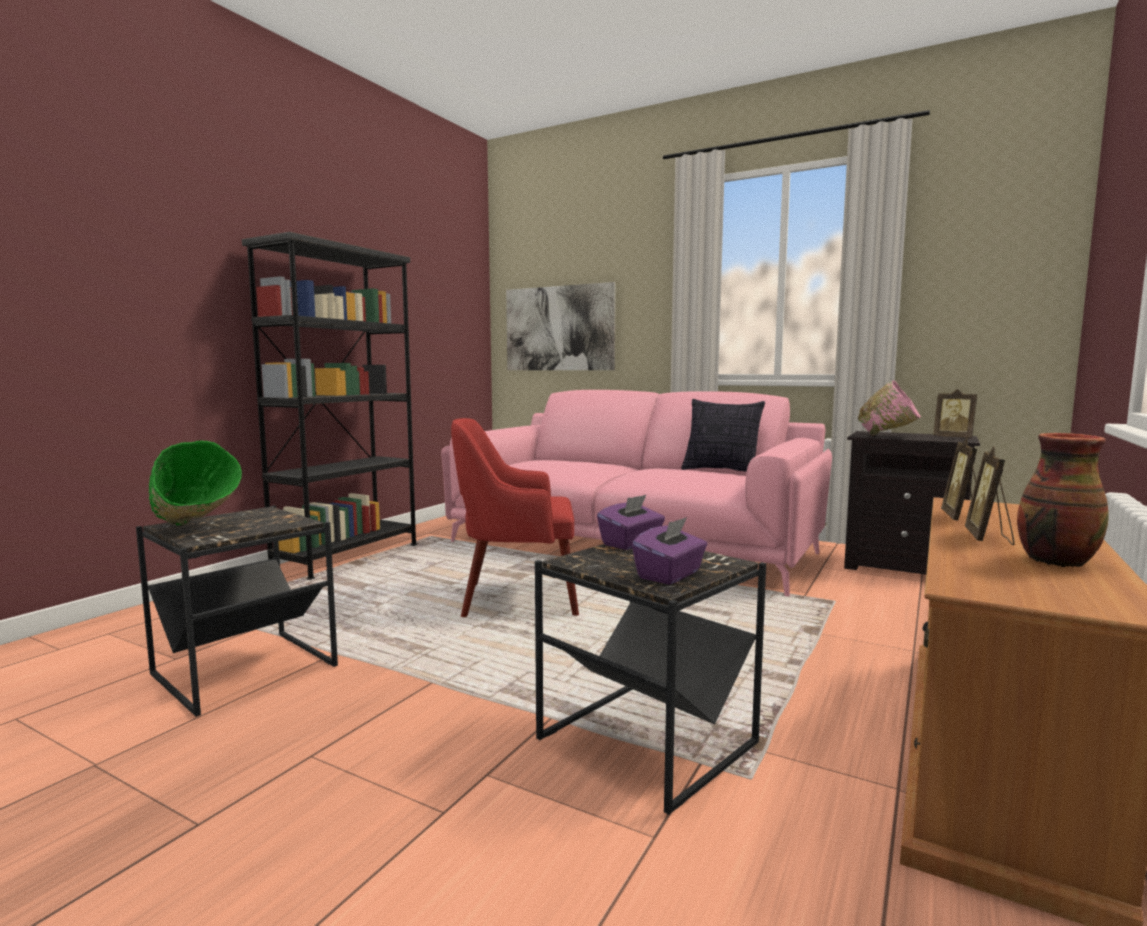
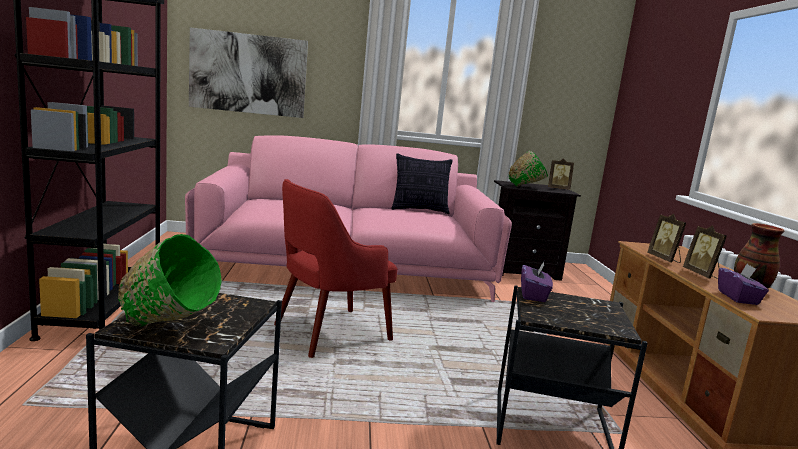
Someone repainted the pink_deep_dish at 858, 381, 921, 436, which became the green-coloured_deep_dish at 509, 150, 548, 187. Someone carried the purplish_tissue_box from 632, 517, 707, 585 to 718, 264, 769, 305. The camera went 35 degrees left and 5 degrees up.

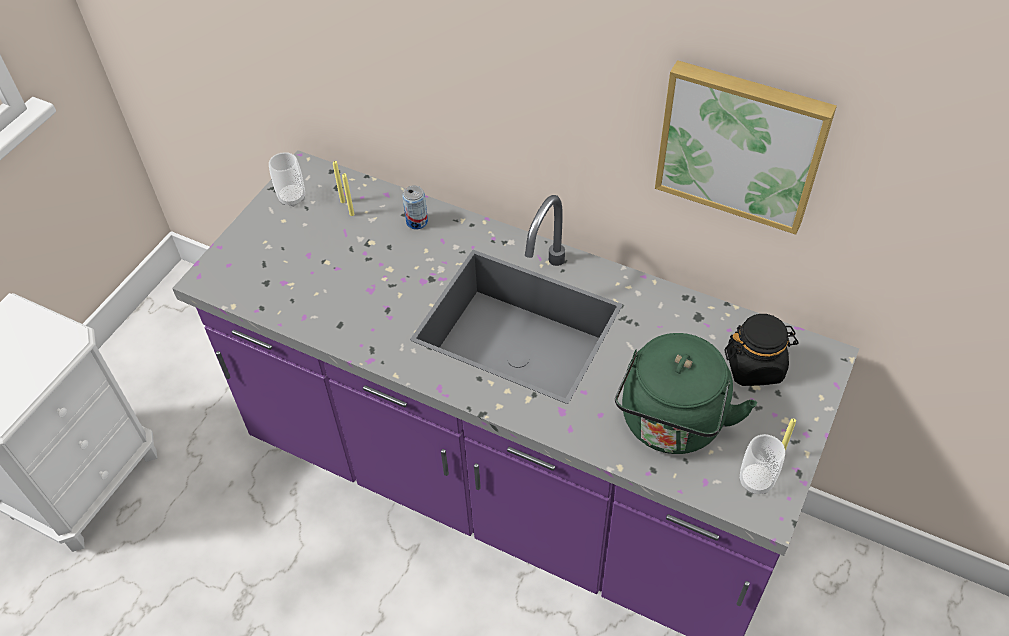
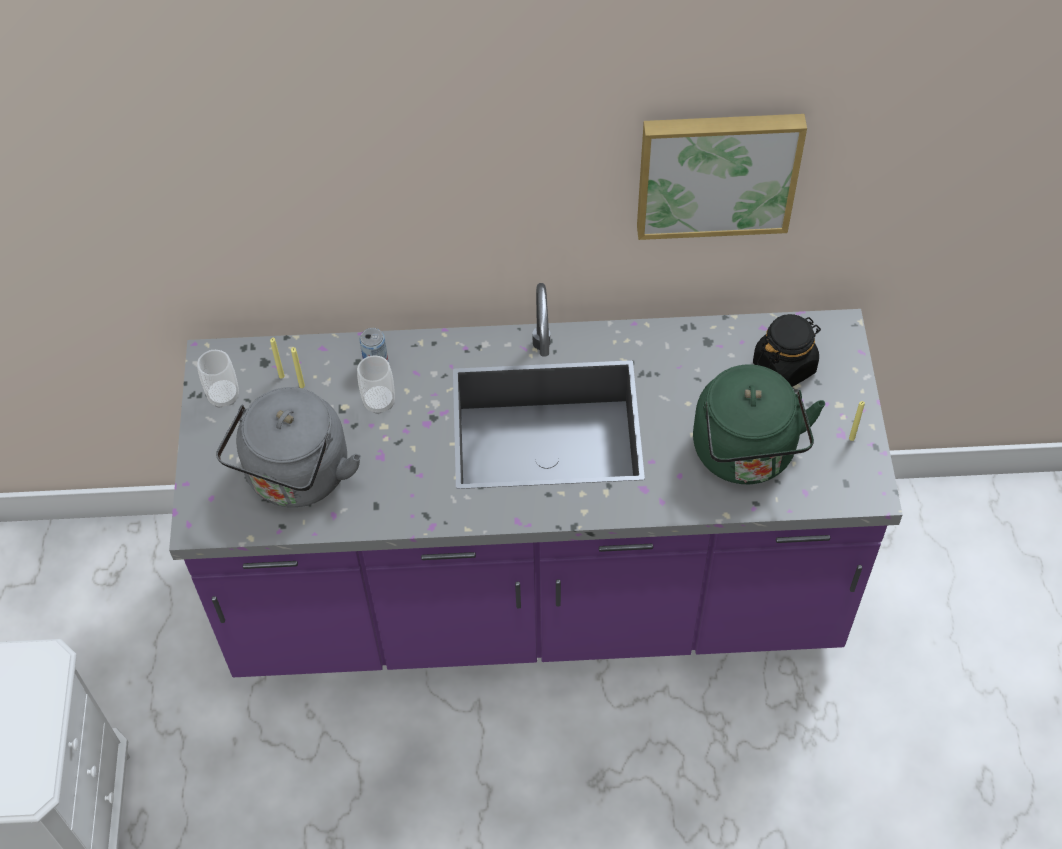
Someone put down the gray_kettle at 216, 387, 361, 507. Someone carried the small_cup from 740, 434, 785, 494 to 357, 355, 395, 414. The camera went 30 degrees left and 5 degrees up.

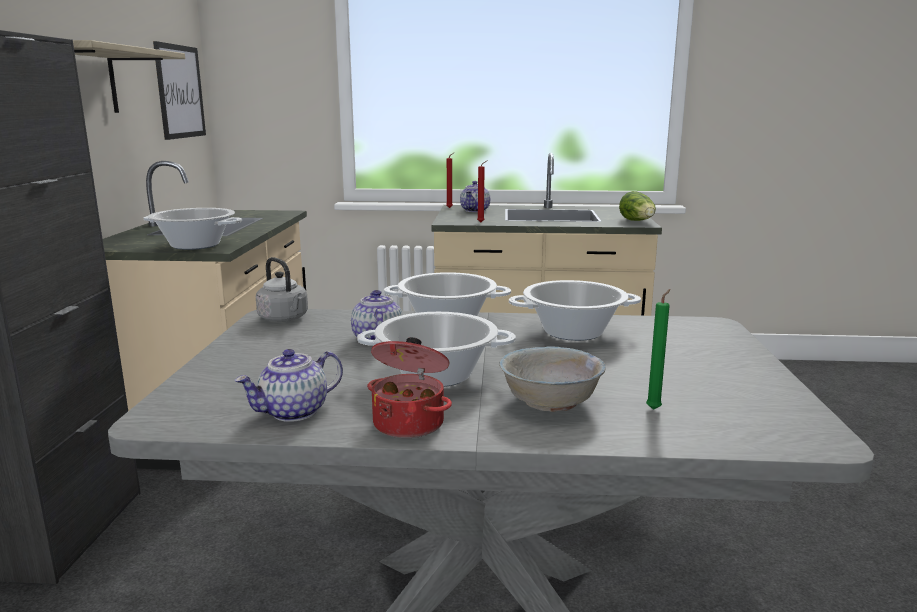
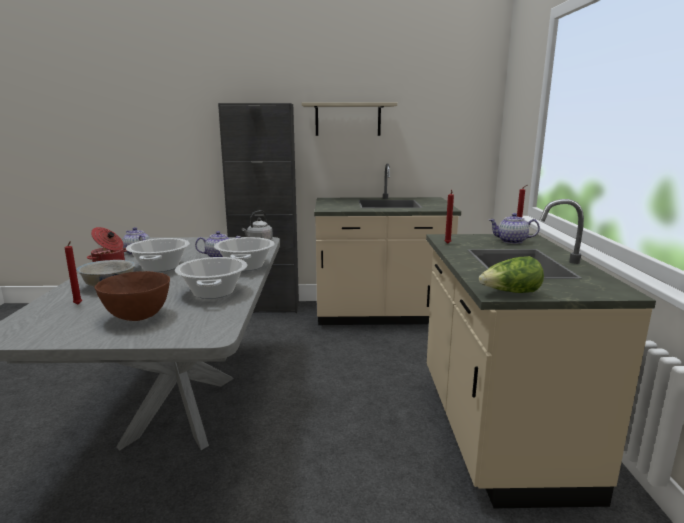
Someone repainted the green-coloured_wax_candle at 646, 289, 671, 410, which became the red-coloured_wax_candle at 64, 241, 82, 304. Someone put down the brownish_deep_dish at 95, 271, 170, 321. Someone took away the stockpot at 144, 208, 242, 250. Someone took away the wall_picture at 153, 41, 206, 140. The camera went 85 degrees right and 0 degrees up.

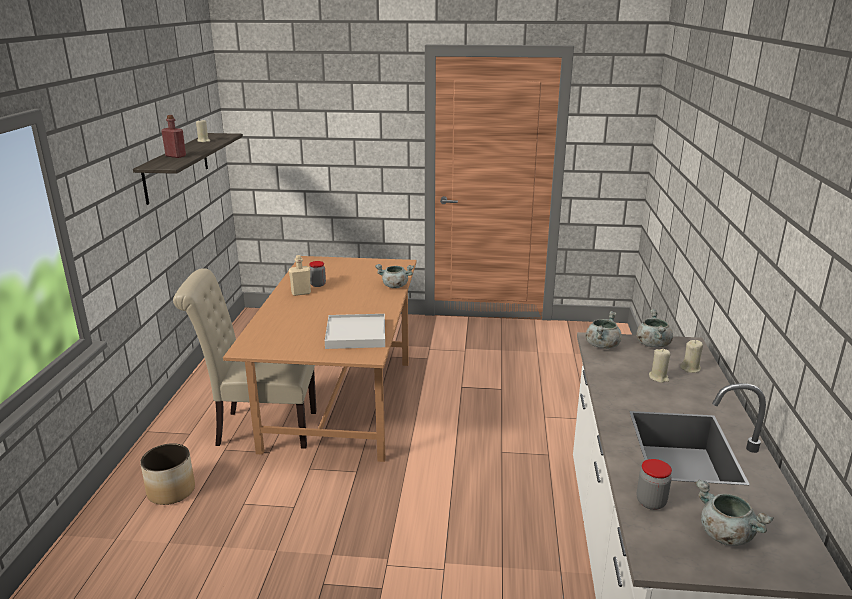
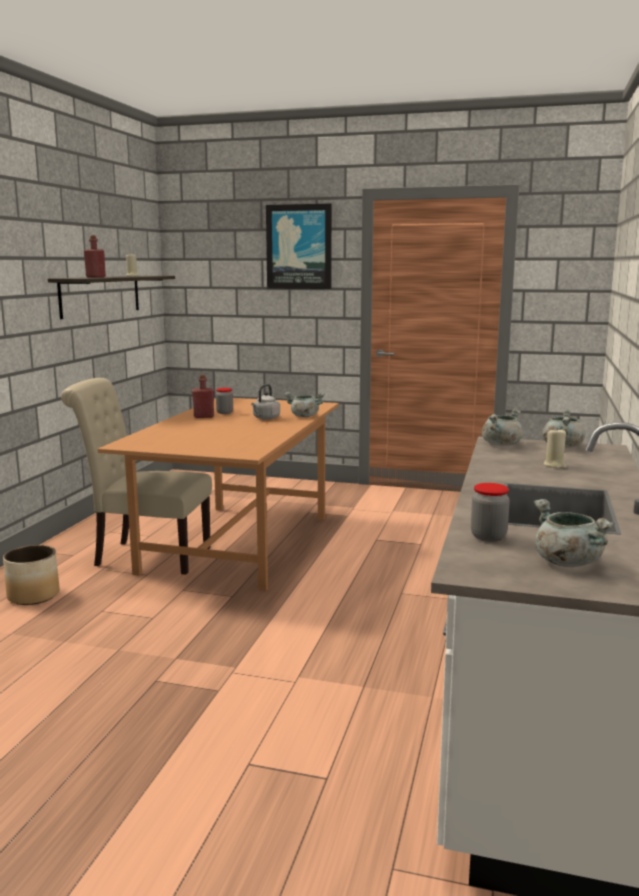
Someone repainted the beige_drink_bottle at 288, 255, 311, 296, which became the red-coloured_drink_bottle at 192, 375, 214, 418. Someone put down the gray_kettle at 251, 384, 280, 420. Someone put up the wall_picture at 266, 204, 332, 289. Someone took away the white-coloured_tray at 325, 314, 385, 349. Someone took away the beige_wax_candle at 680, 340, 703, 373. The camera went 10 degrees right and 10 degrees down.

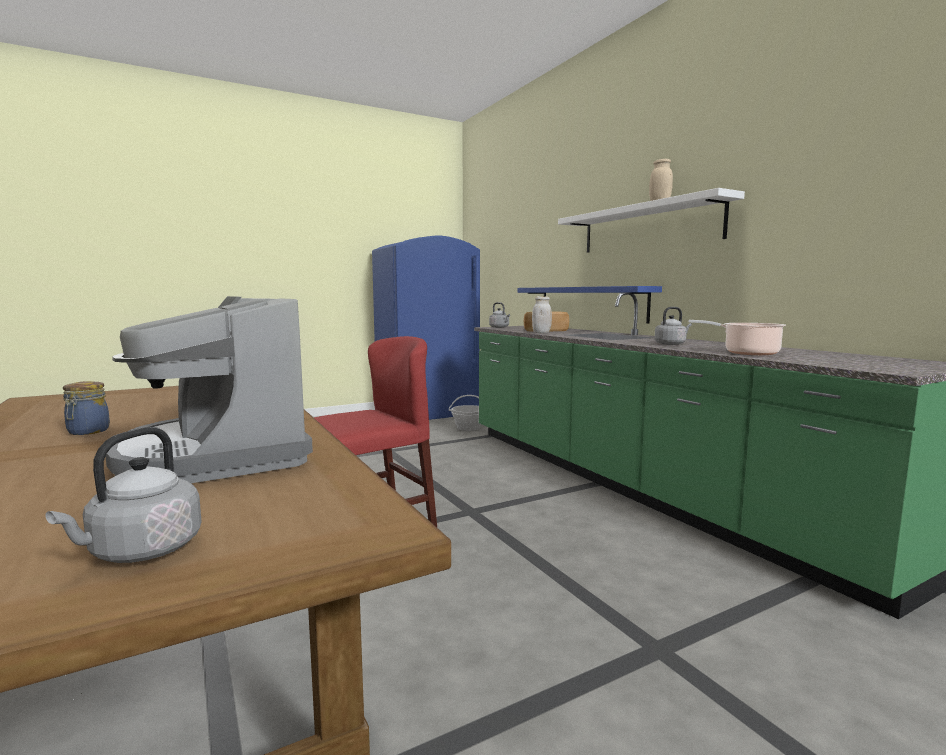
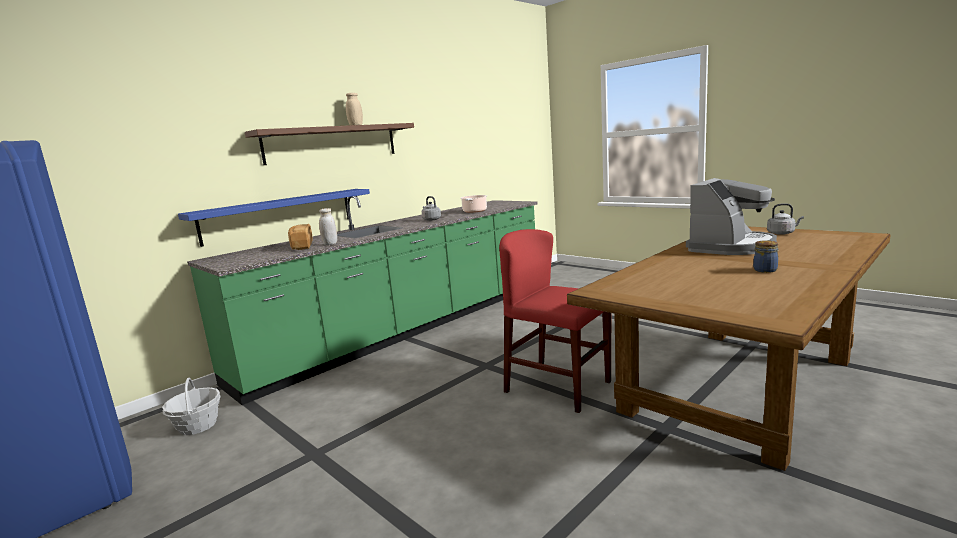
Someone repainted the white-coloured_shelf at 558, 188, 745, 253, which became the brownish_shelf at 245, 123, 414, 165. Someone took away the gray_kettle at 489, 302, 510, 328. The camera went 105 degrees left and 5 degrees up.

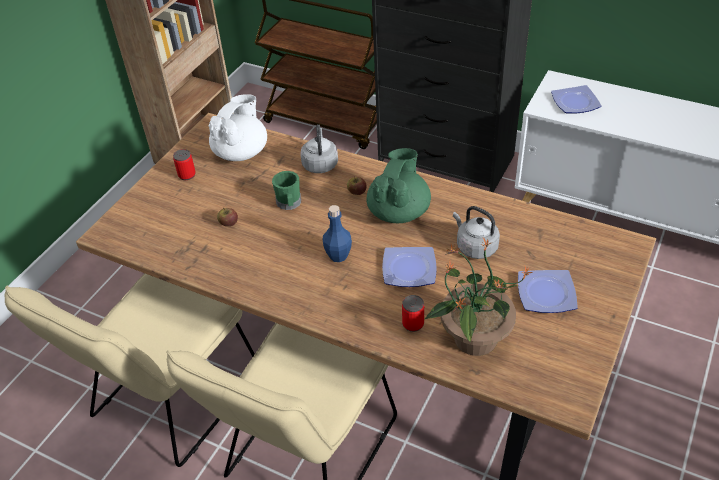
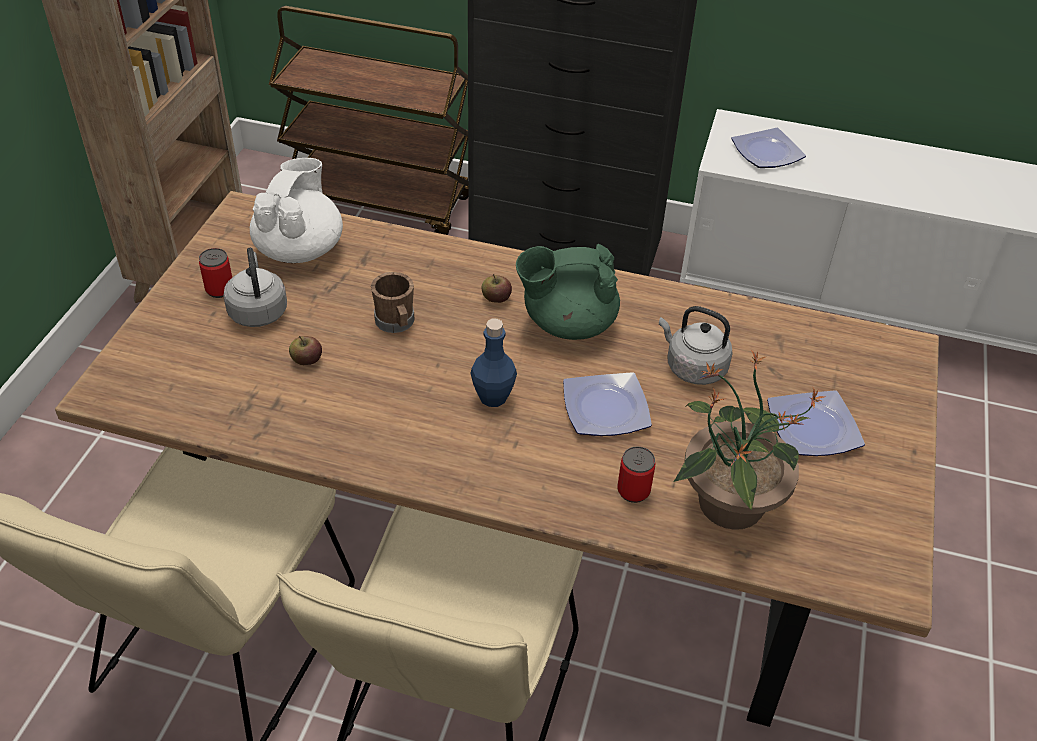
Someone carried the gray_kettle from 300, 124, 338, 173 to 223, 248, 287, 327. Someone repainted the green-coloured_mug at 272, 171, 301, 210, which became the brownish_mug at 371, 272, 415, 333. Someone rotated the green-coloured_tea_pot at 367, 148, 431, 223 by 105 degrees counterclockwise. The camera went 15 degrees left and 0 degrees up.

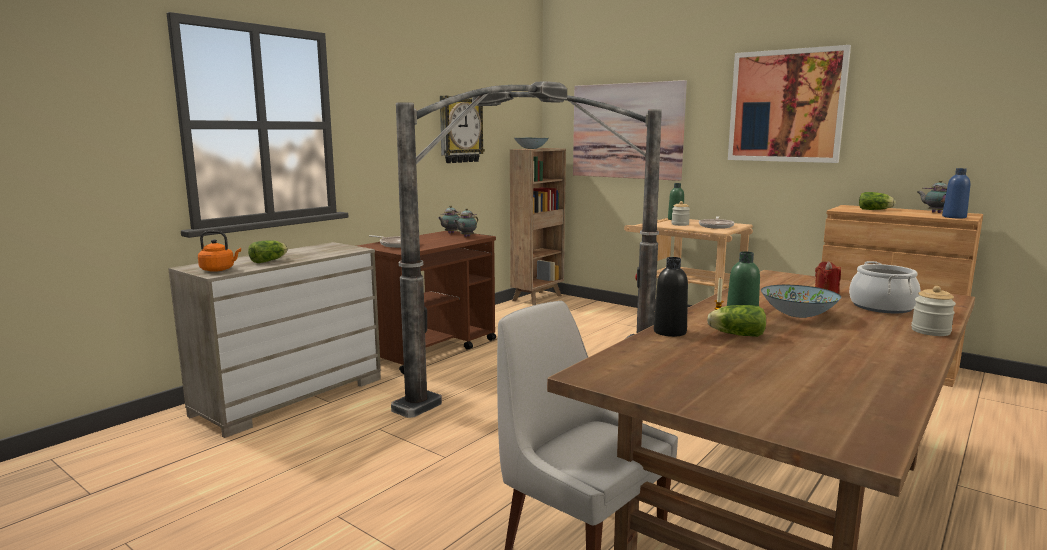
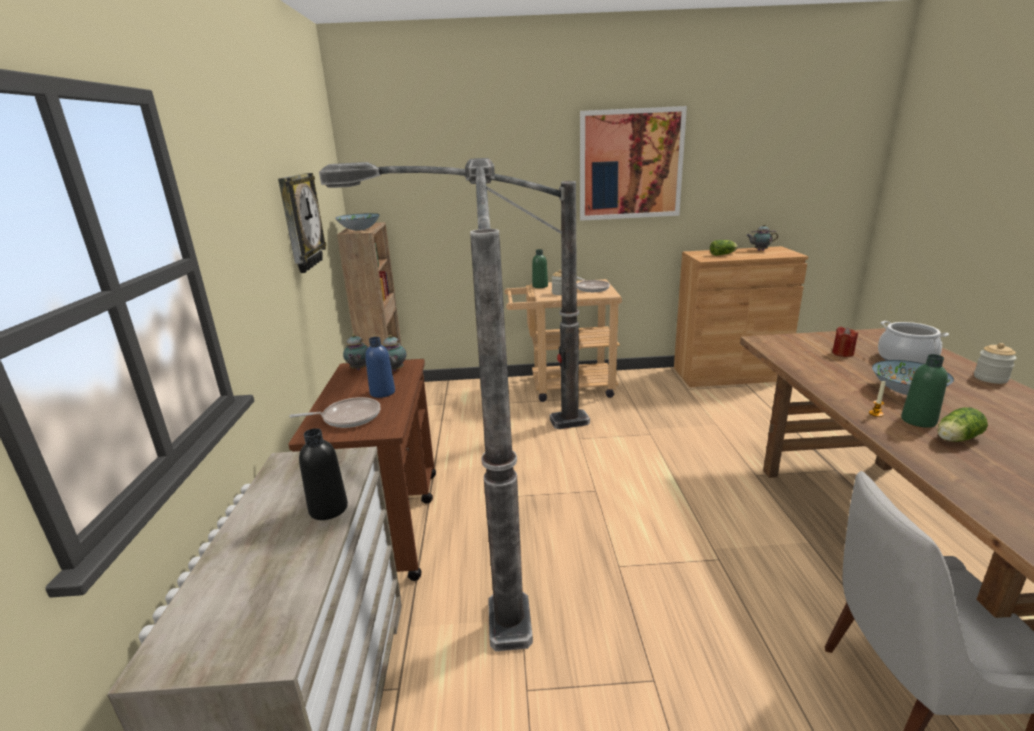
Someone carried the blackish_drink_bottle from 654, 257, 688, 337 to 299, 428, 348, 520. Someone carried the blue-coloured_drink_bottle from 942, 168, 970, 219 to 365, 337, 395, 398. Someone took away the orange_kettle at 198, 231, 241, 272. Someone took away the lettuce_head at 248, 240, 288, 263. Someone took away the wall_picture at 573, 80, 687, 181. The camera went 40 degrees left and 10 degrees up.

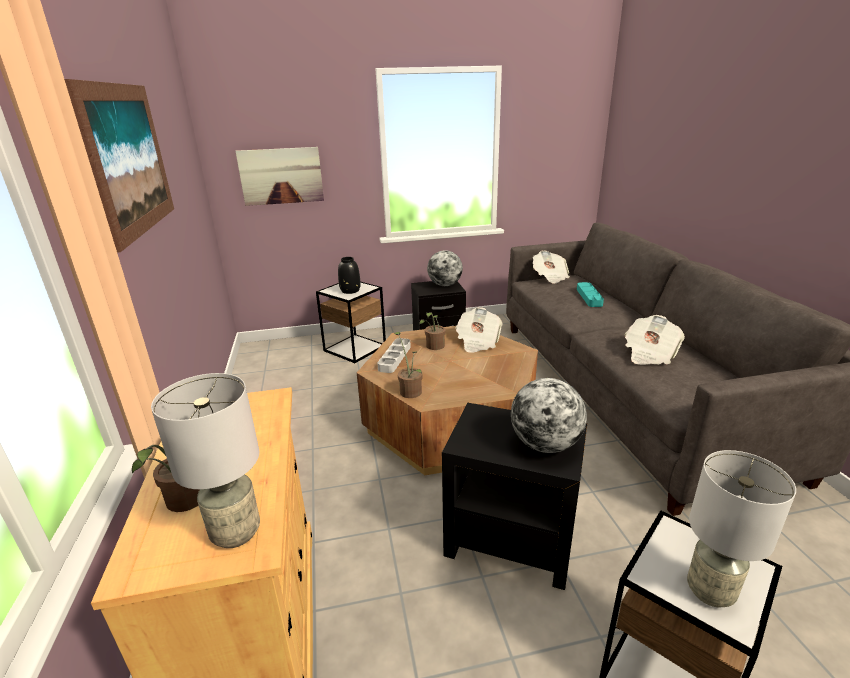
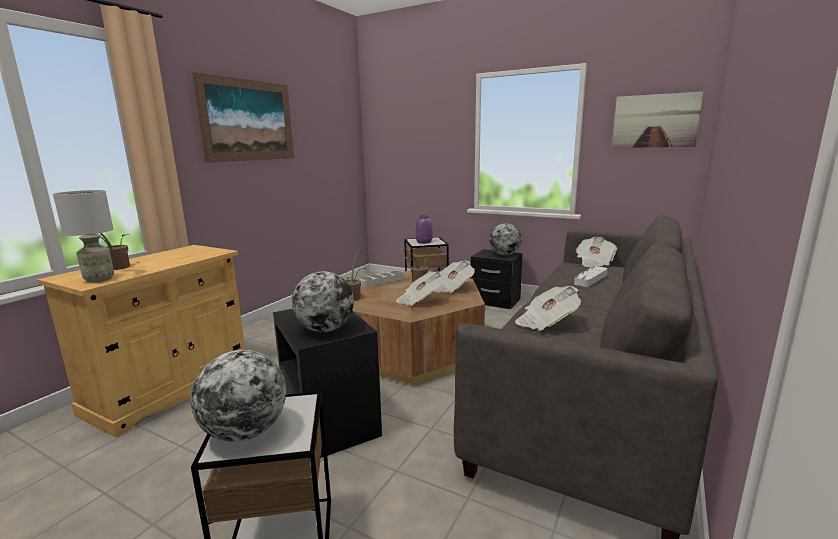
Someone swapped the gray_lamp_for_a_table at 687, 450, 796, 608 for the globe at 191, 350, 286, 442. Someone put down the daily_paper at 396, 272, 443, 306. Someone repainted the blackish_decorative_vase at 338, 257, 361, 294, which became the purplish_decorative_vase at 415, 215, 433, 244. Someone repainted the turquoise_tray at 577, 282, 604, 307, which became the gray_tray at 574, 266, 608, 287. Someone carried the wall_picture from 235, 147, 324, 206 to 612, 92, 703, 148. The camera went 40 degrees right and 10 degrees down.

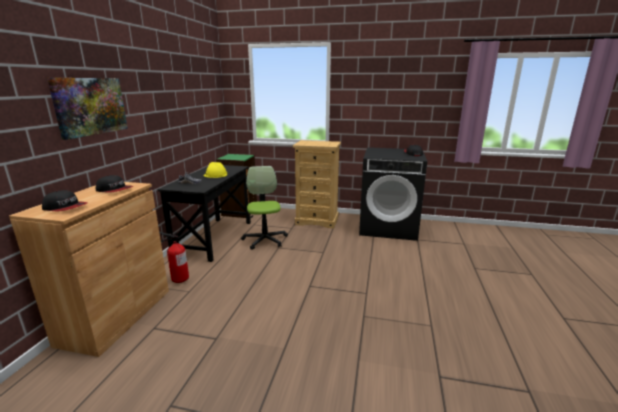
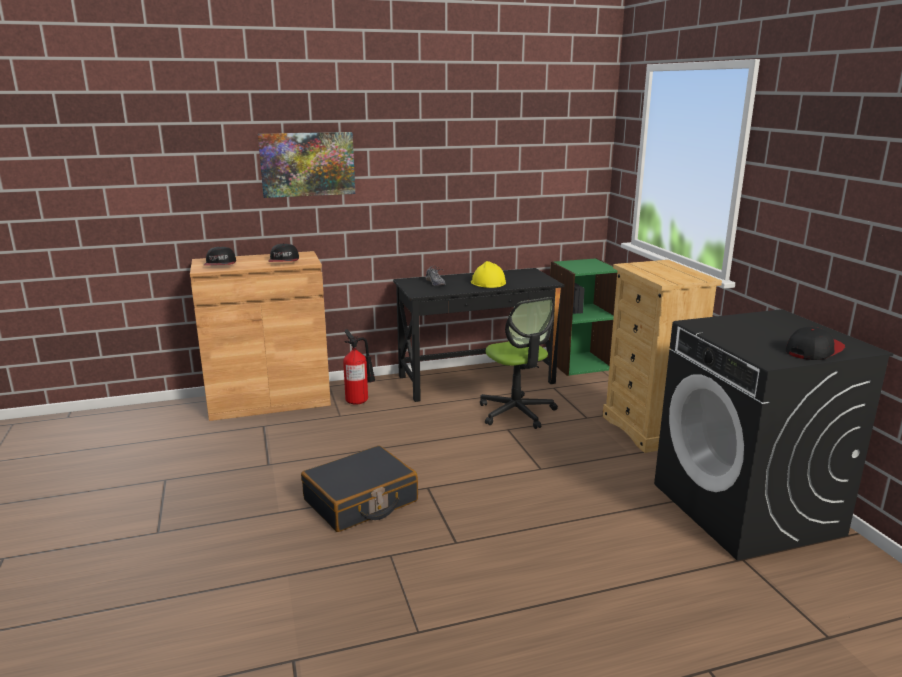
Someone put down the blackish_travel_case at 301, 446, 418, 532. Someone rotated the office_chair at 241, 166, 288, 250 by 105 degrees clockwise. The camera went 60 degrees right and 0 degrees up.

